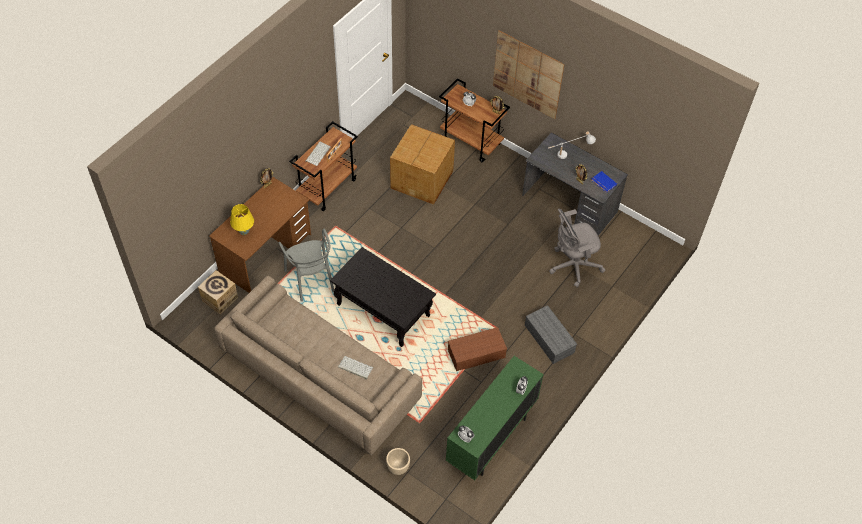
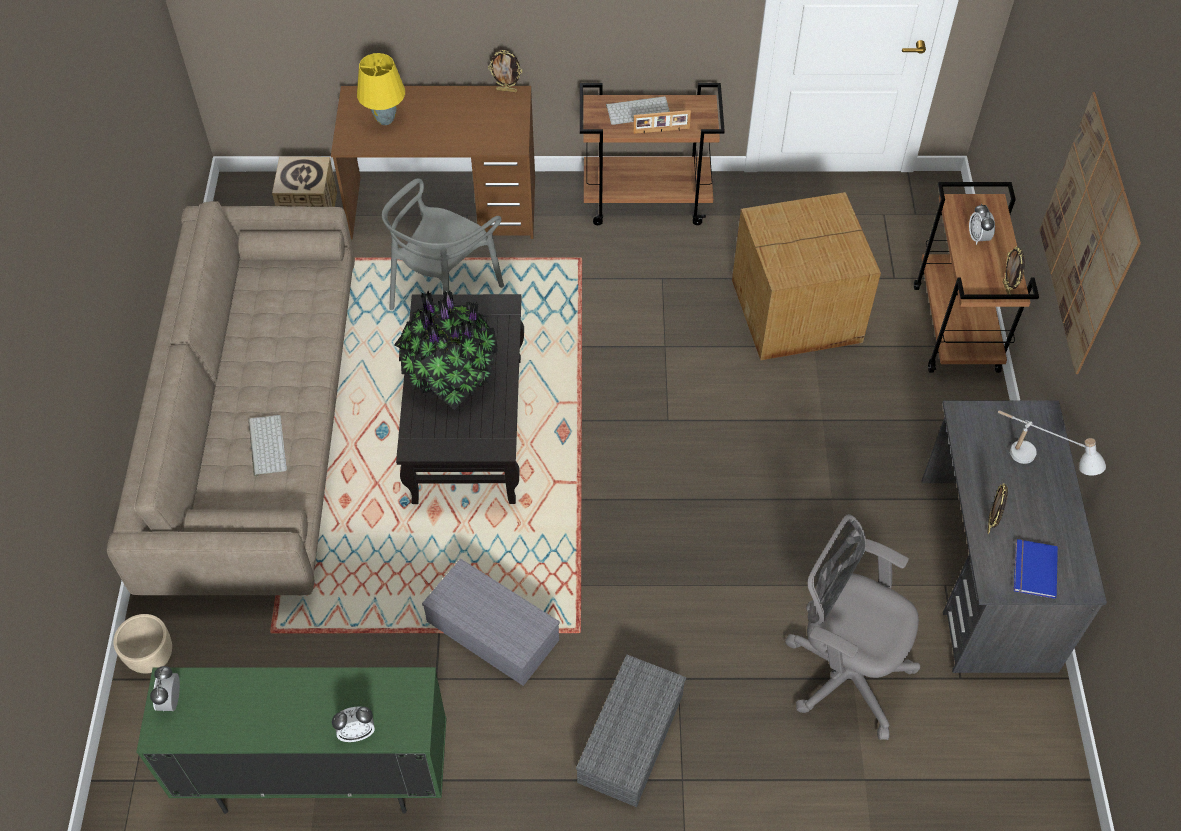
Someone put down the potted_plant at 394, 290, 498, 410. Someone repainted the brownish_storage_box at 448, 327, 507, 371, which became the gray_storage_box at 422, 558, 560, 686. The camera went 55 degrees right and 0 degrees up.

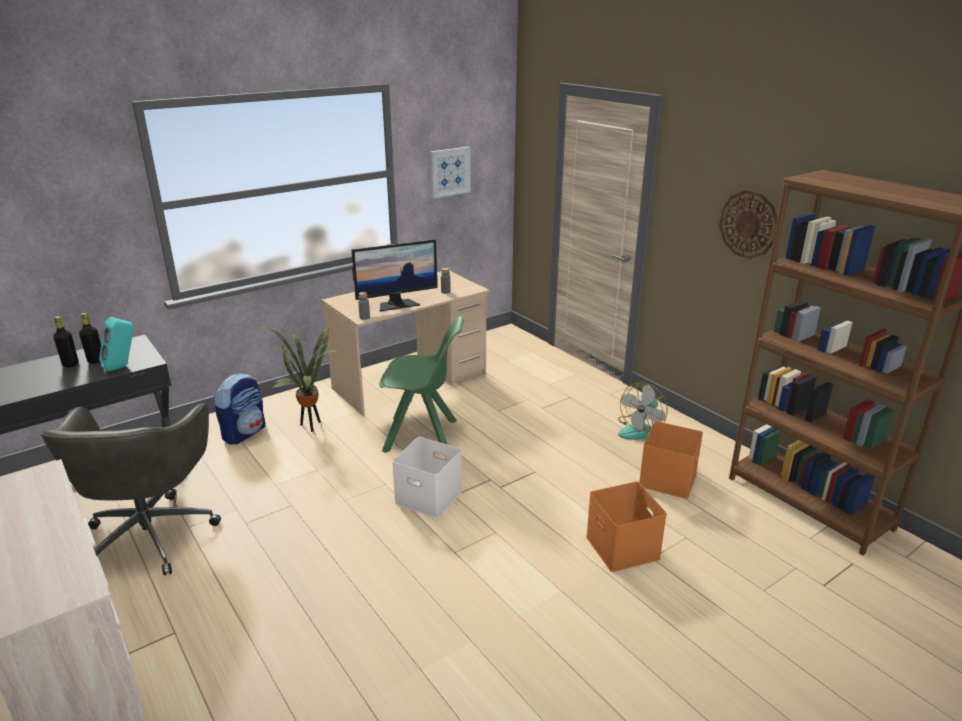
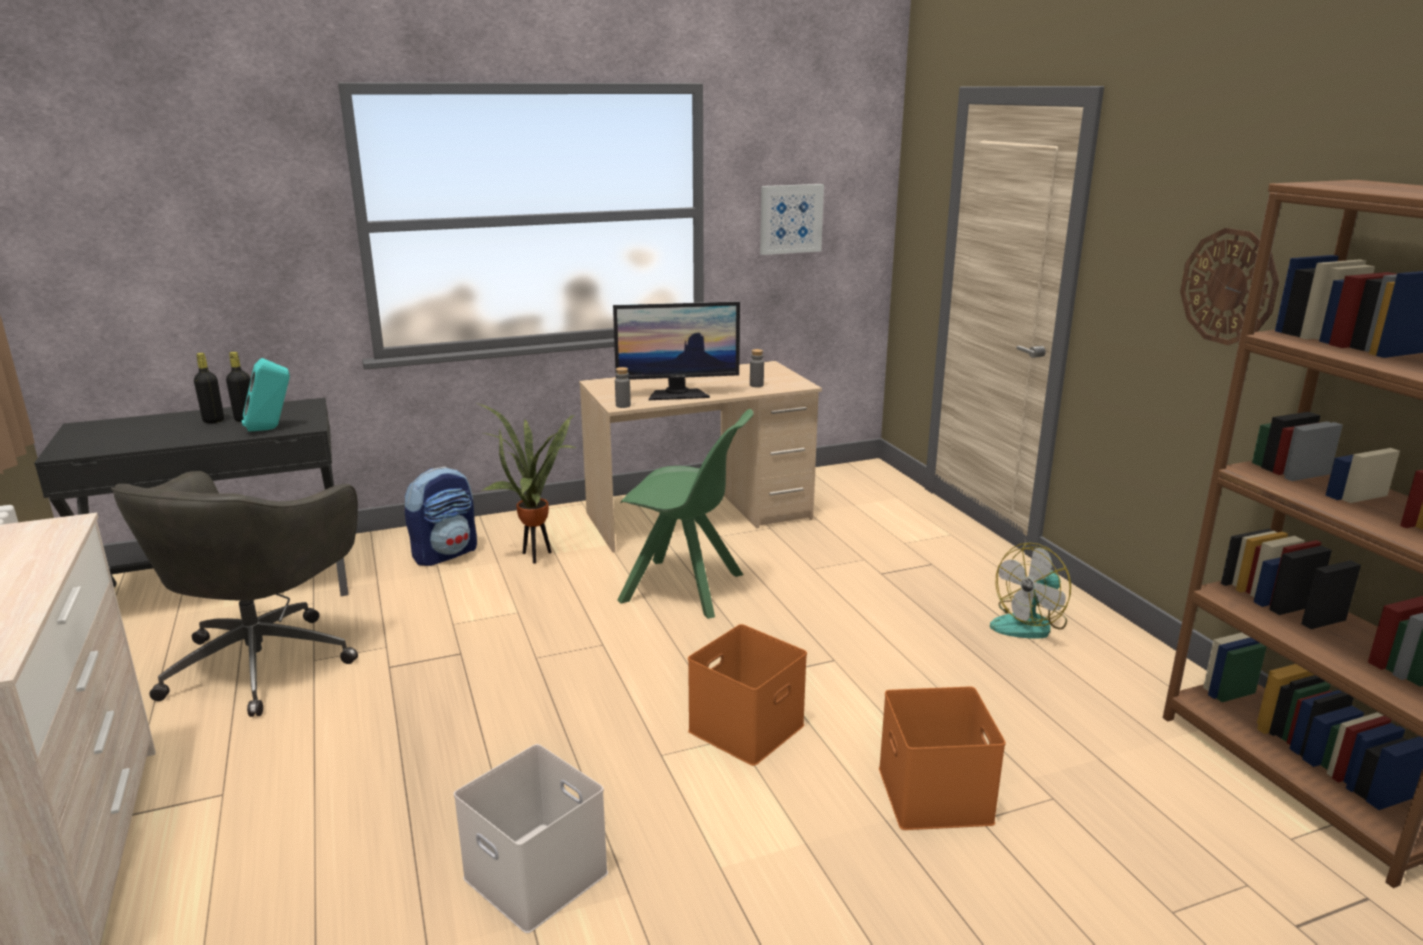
Someone carried the white-coloured_storage_box from 392, 437, 462, 518 to 454, 744, 608, 933. Someone carried the orange_storage_box from 639, 421, 703, 499 to 688, 624, 807, 766. The camera went 15 degrees right and 5 degrees down.

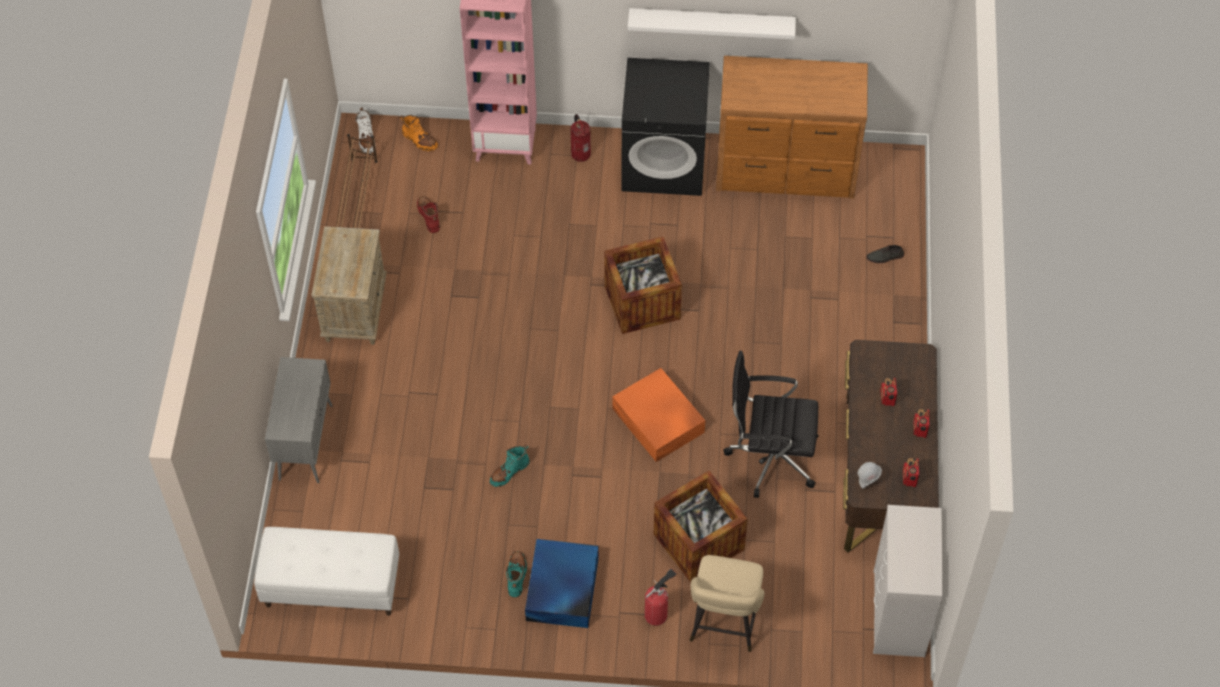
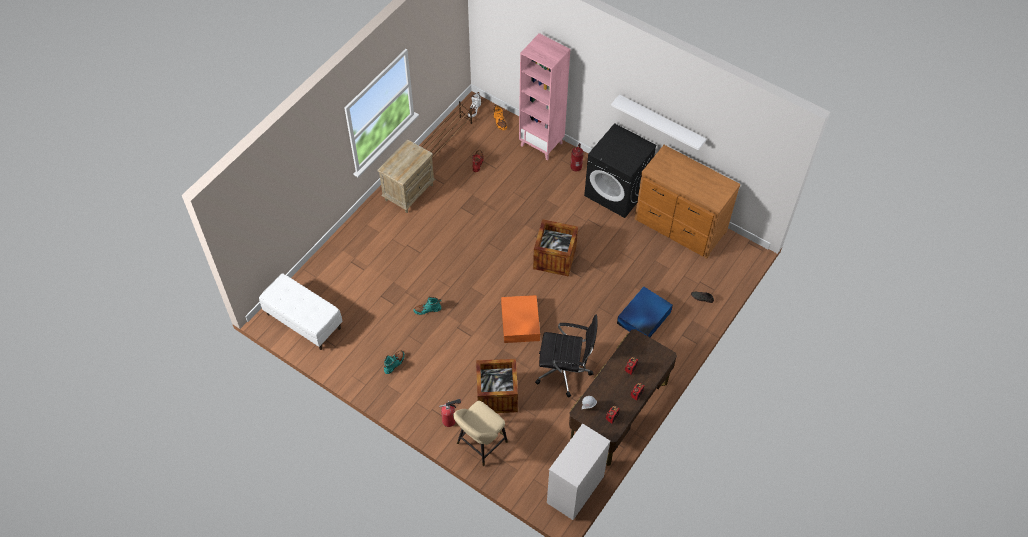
Someone rotated the blackish_office_chair at 723, 351, 819, 498 by 150 degrees clockwise. Someone carried the blue-coloured_storage_box from 525, 539, 599, 628 to 617, 287, 673, 337. Someone took away the gray_cupboard at 265, 357, 333, 483. The camera went 30 degrees right and 0 degrees up.

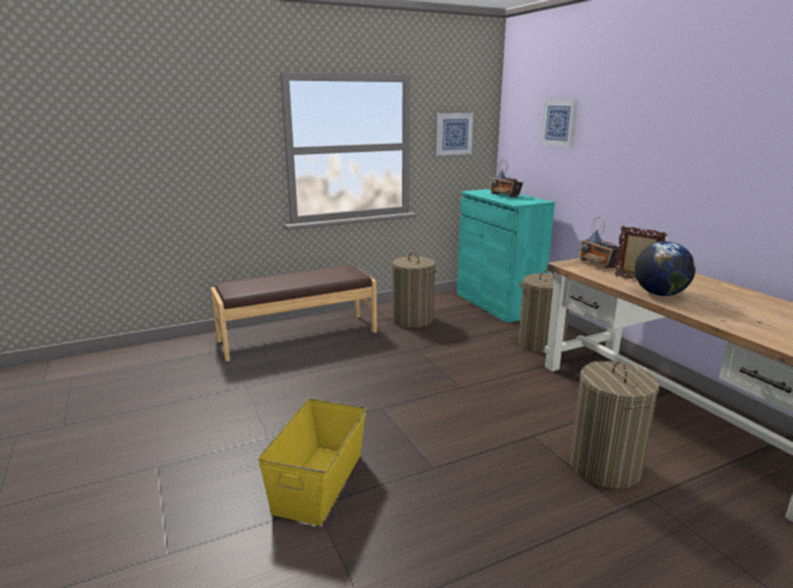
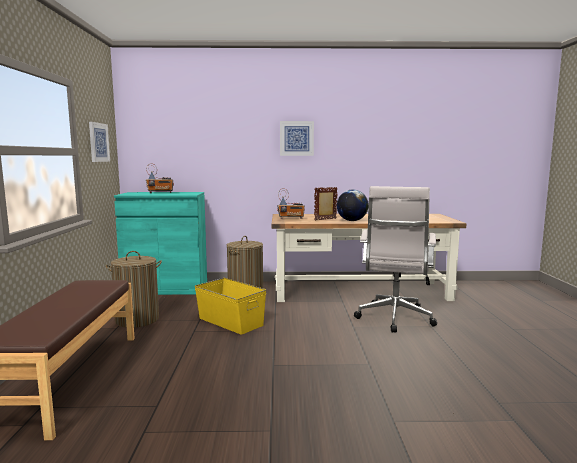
Someone carried the yellow-coloured_storage_box from 258, 398, 366, 526 to 195, 278, 266, 335. Someone carried the wall_picture from 540, 99, 578, 148 to 280, 121, 314, 156. Someone swapped the laundry_basket at 570, 361, 660, 489 for the white-coloured_office_chair at 354, 186, 437, 333. The camera went 65 degrees left and 10 degrees down.

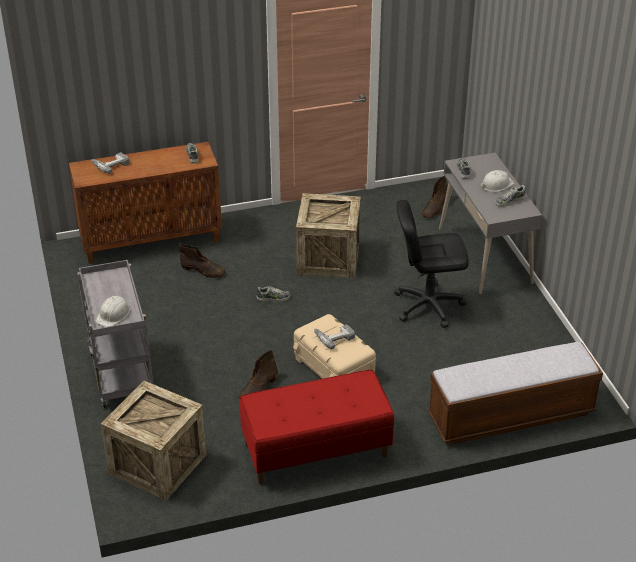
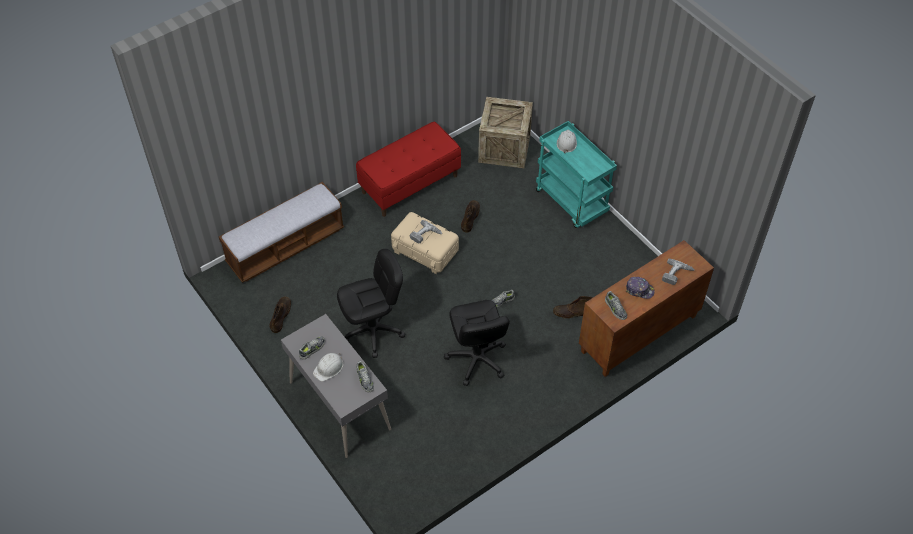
Someone carried the brownish_boot from 422, 176, 448, 218 to 270, 297, 291, 333. Someone swapped the packing_crate at 296, 193, 361, 278 for the blackish_office_chair at 444, 300, 510, 386. Someone repainted the gray_cart at 78, 260, 153, 408, which became the turquoise_cart at 536, 121, 617, 228. Someone put down the baseball_cap at 626, 277, 655, 299. The camera went 160 degrees right and 15 degrees up.

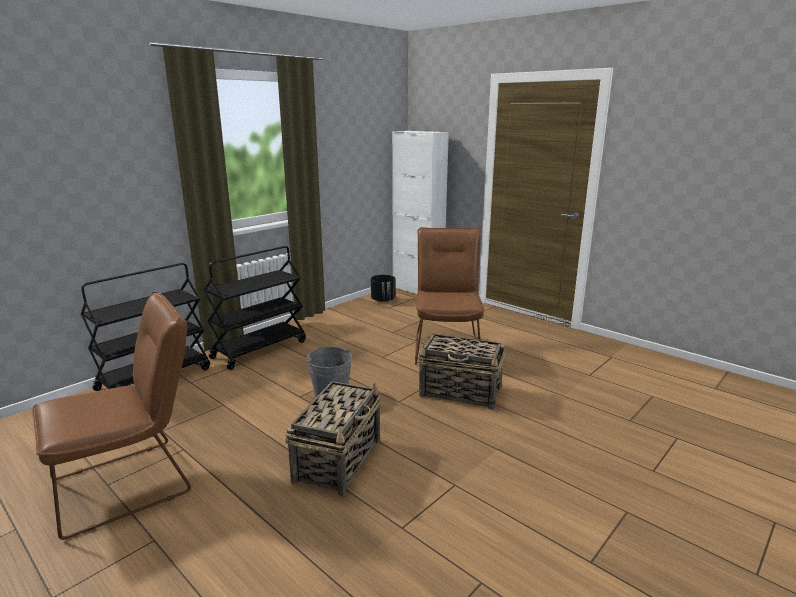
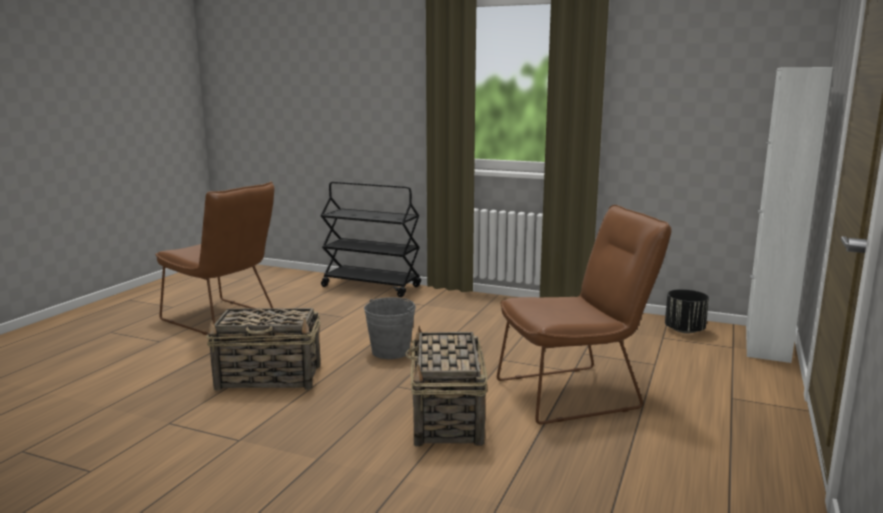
Someone took away the blackish_cart at 203, 246, 306, 370. The camera went 70 degrees right and 5 degrees down.

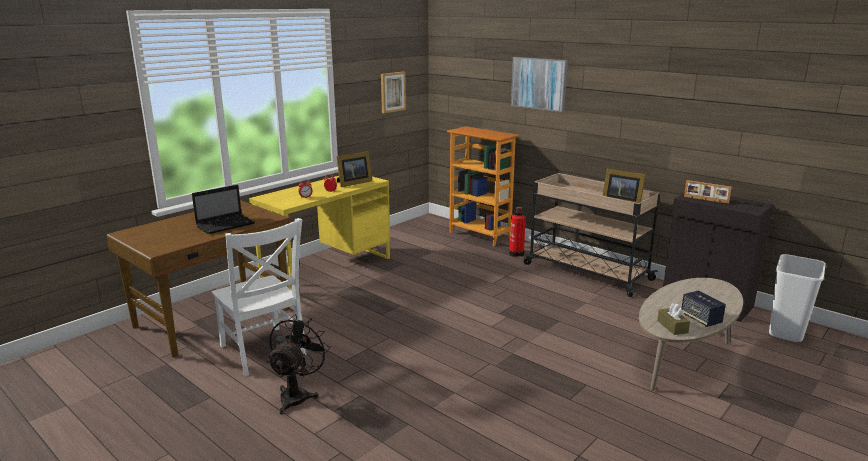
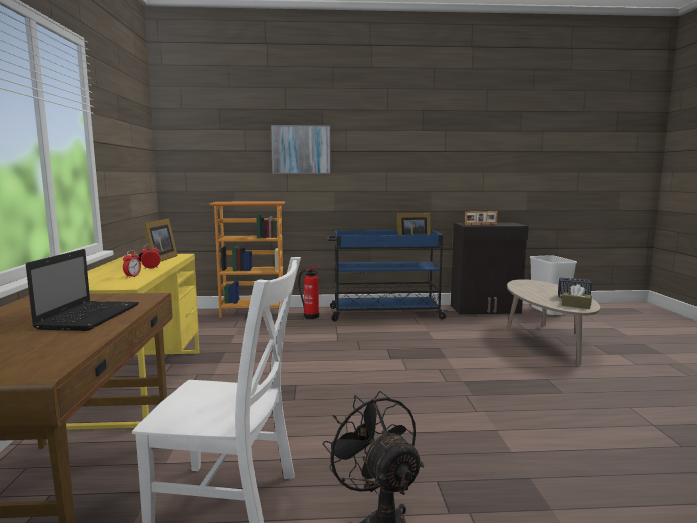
Someone repainted the beige_cart at 524, 173, 660, 297, which became the blue-coloured_cart at 327, 230, 448, 321. Someone took away the wall_picture at 381, 72, 406, 113. The camera went 45 degrees left and 10 degrees down.

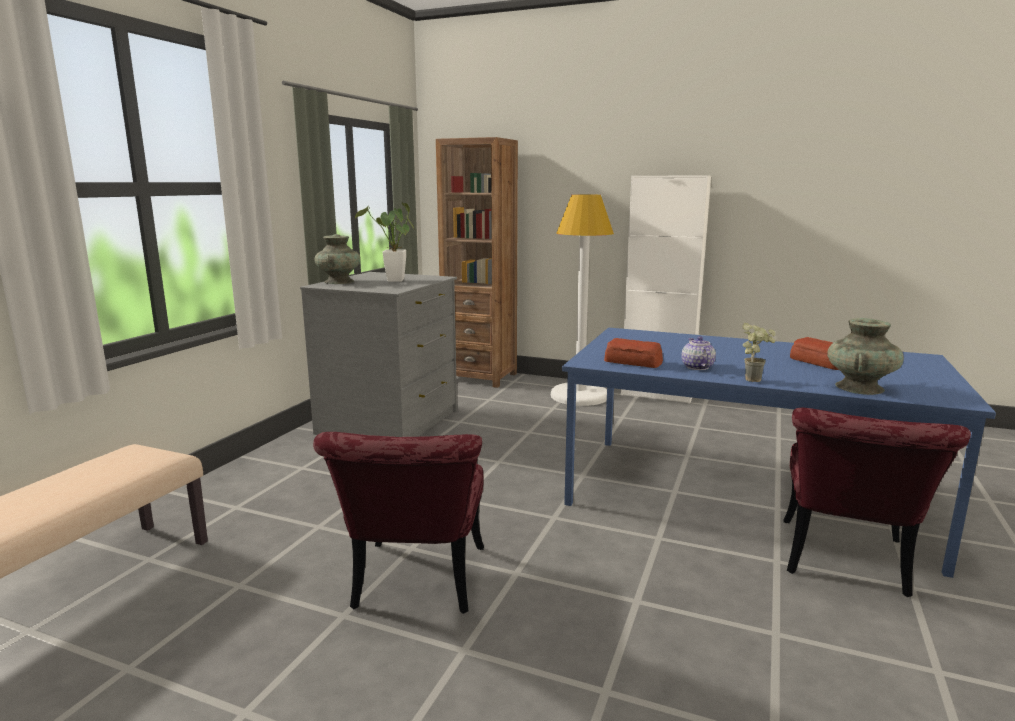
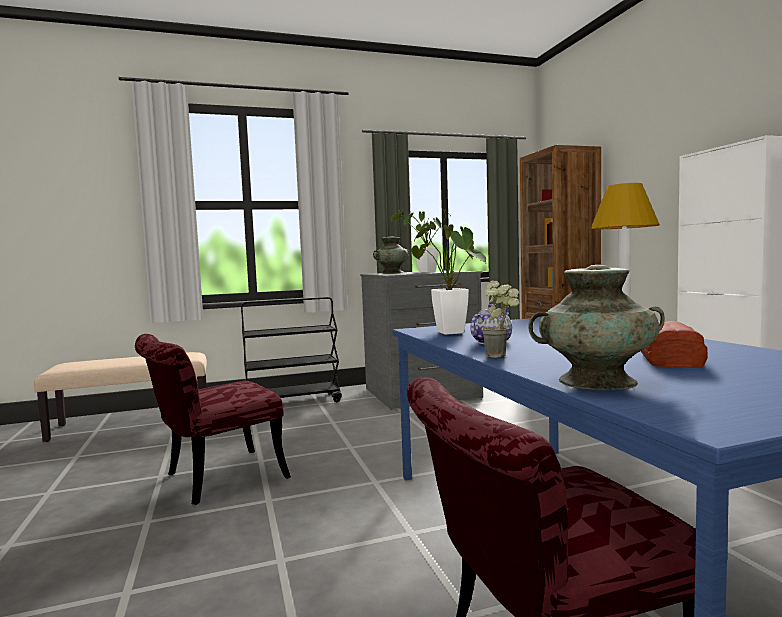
Someone put down the blackish_cart at 241, 297, 342, 402. Someone swapped the baked_bread at 604, 338, 663, 368 for the potted_plant at 412, 222, 486, 335. The camera went 50 degrees right and 10 degrees down.

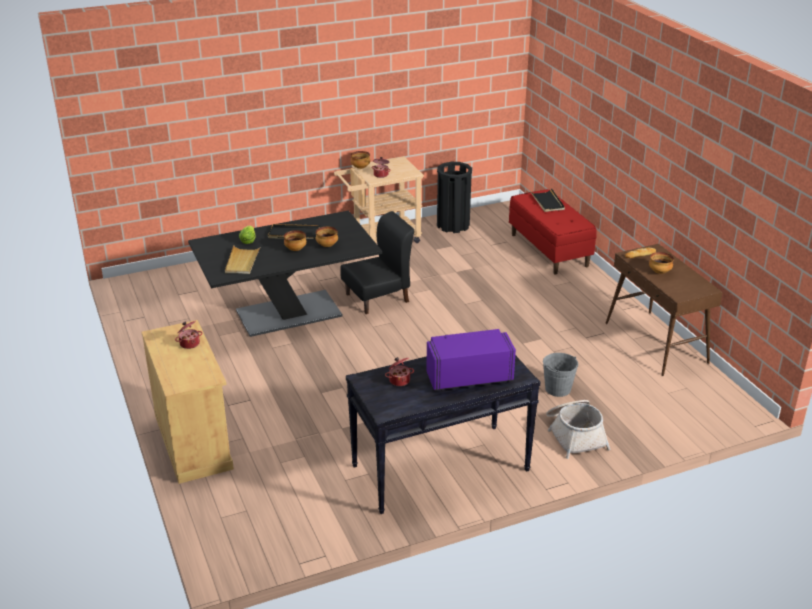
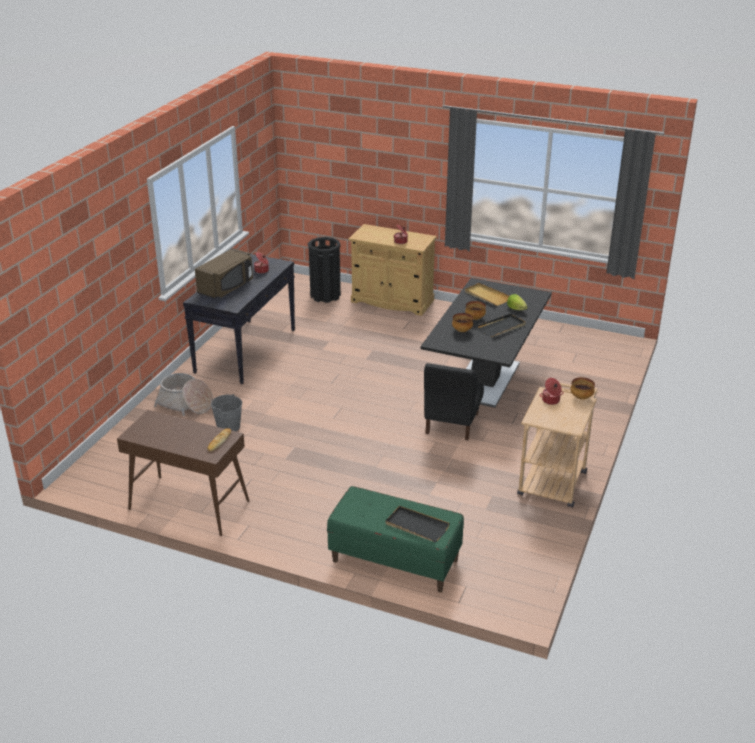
Someone repainted the purplish_microwave_oven at 426, 329, 516, 391, which became the brownish_microwave_oven at 195, 248, 253, 299. Someone carried the blackish_waste_bin from 437, 162, 472, 233 to 308, 237, 341, 303. Someone repainted the red-coloured_long_seat at 509, 189, 597, 274, which became the green-coloured_long_seat at 327, 486, 464, 592. Someone took away the deep_dish at 649, 252, 674, 274. The camera went 135 degrees right and 0 degrees up.

